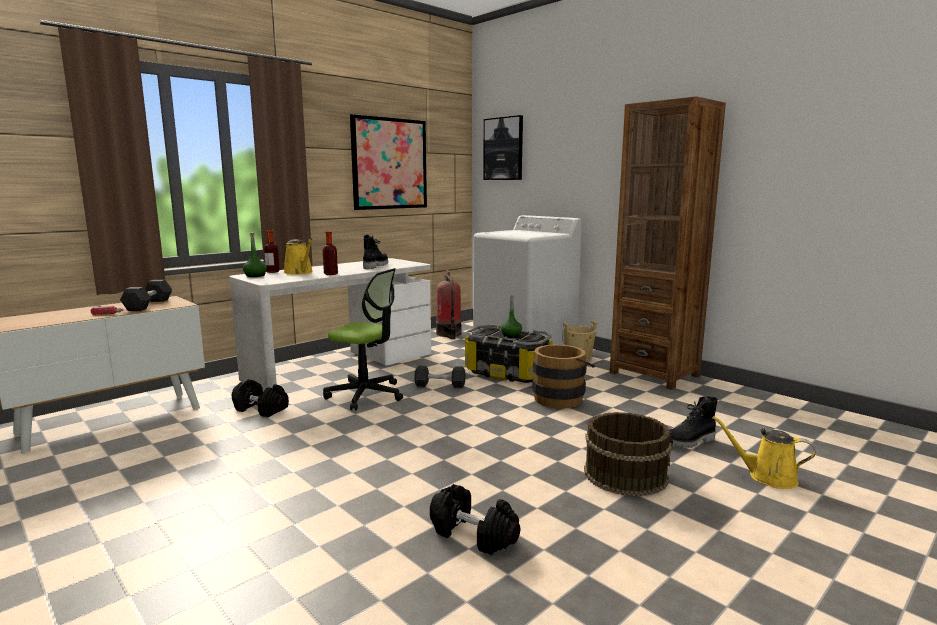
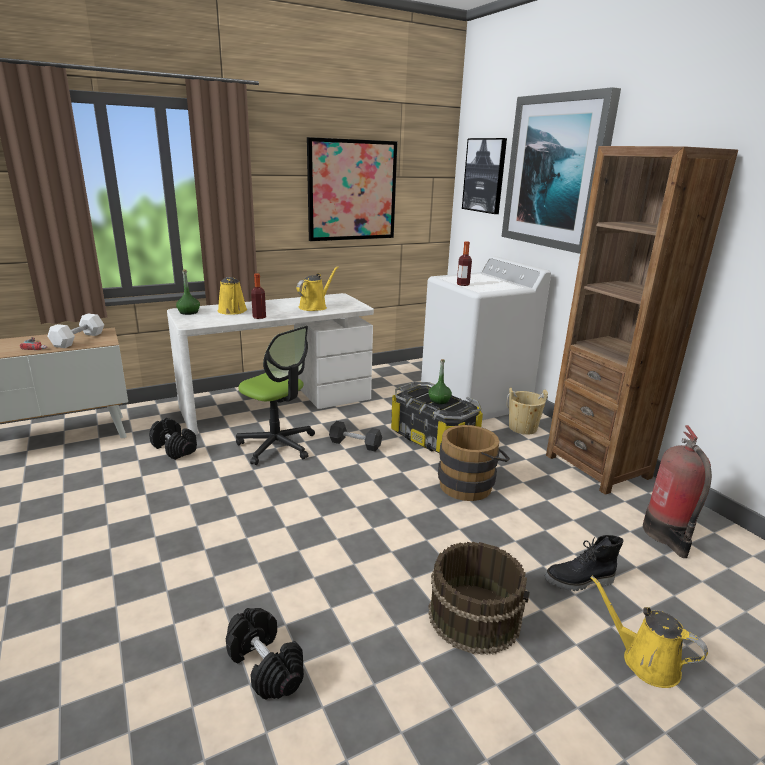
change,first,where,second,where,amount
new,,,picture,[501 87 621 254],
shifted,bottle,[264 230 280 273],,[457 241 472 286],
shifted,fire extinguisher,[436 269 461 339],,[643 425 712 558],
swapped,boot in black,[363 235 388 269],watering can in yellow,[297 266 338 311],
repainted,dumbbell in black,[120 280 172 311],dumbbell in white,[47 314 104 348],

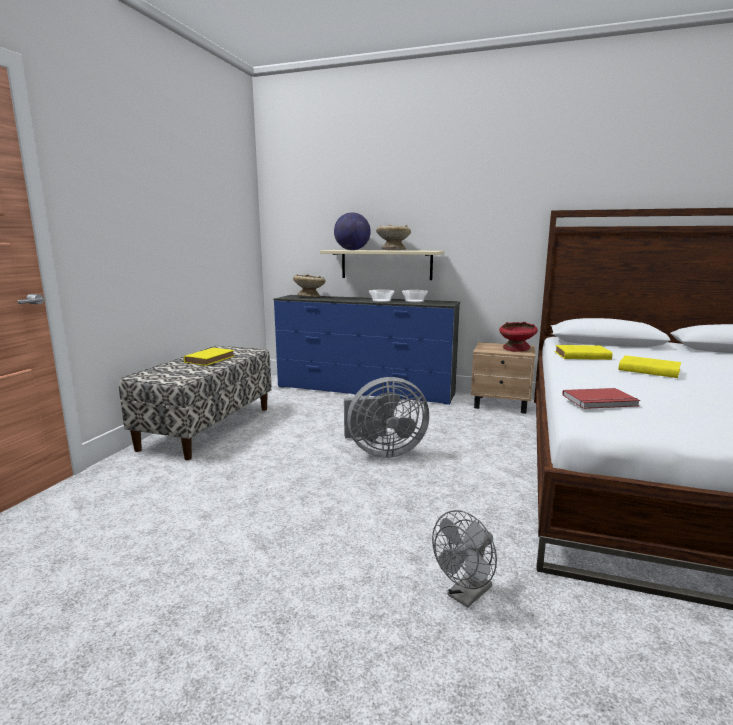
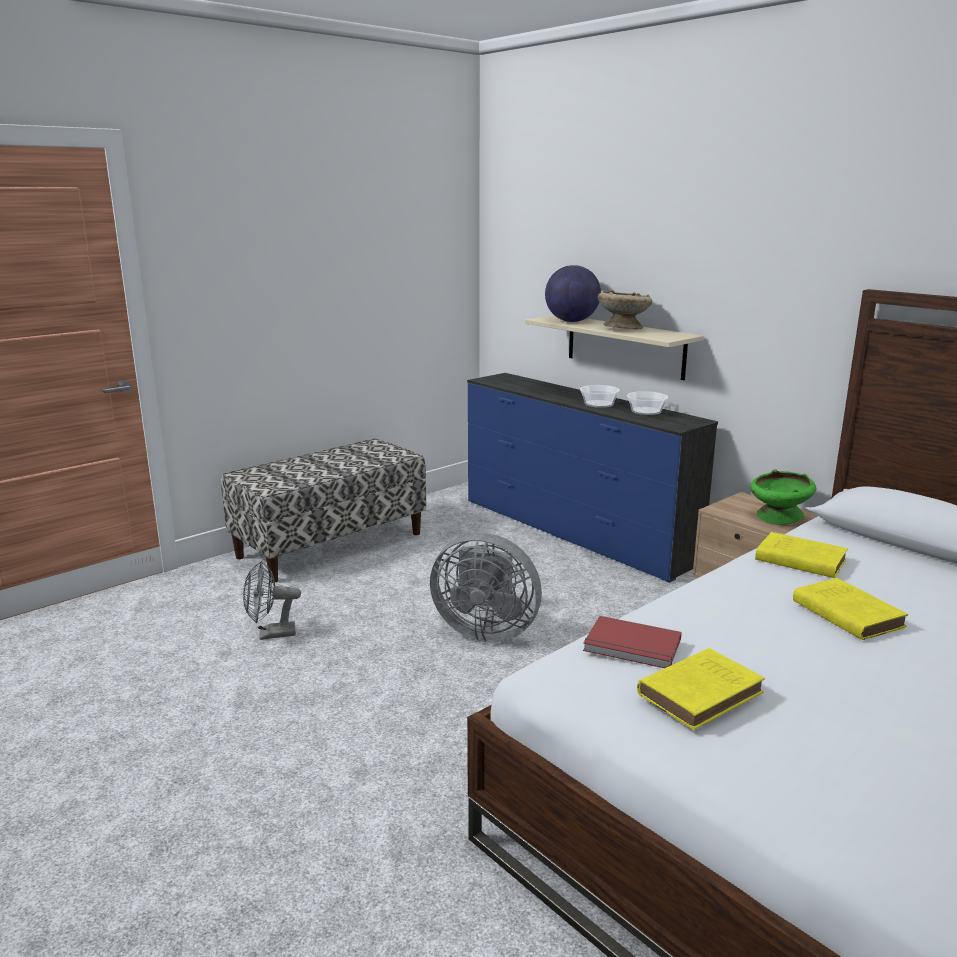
change,first,where,second,where,amount
gone,bowl in beige,[293 274 326 297],,,
shifted,book in yellow,[184 348 234 366],,[637 648 765 730],
shifted,fan in grey,[432 510 497 608],,[243 561 301 640],
repainted,bowl in red,[499 322 538 352],bowl in green,[750 469 816 525],

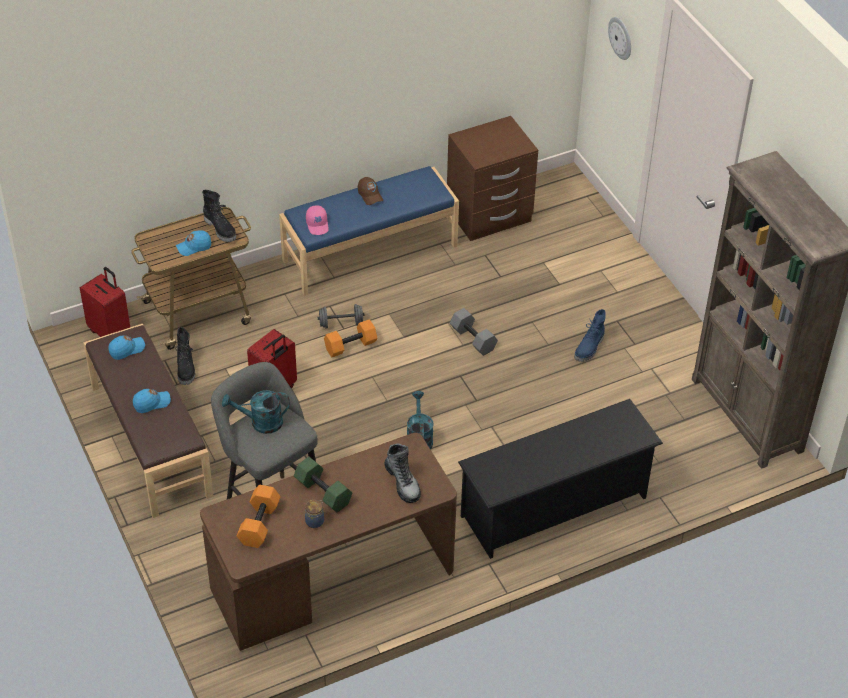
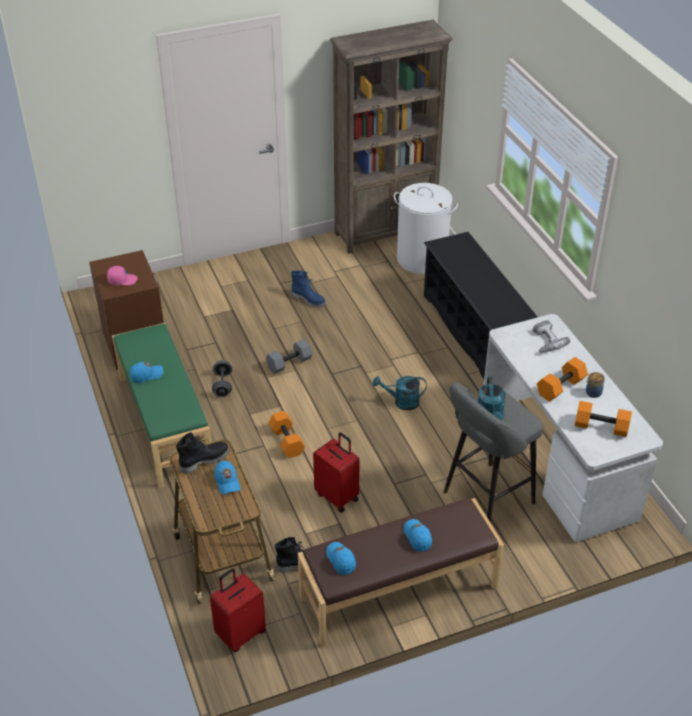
change,first,where,second,where,amount
gone,wall clock,[608 17 631 60],,,
new,,,laundry basket in white,[394 183 458 274],
shifted,cap in pink,[306 205 329 235],,[107 266 138 285],
shifted,dumbbell in grey,[318 304 365 328],,[212 360 232 397],
swapped,boot,[384 443 421 503],power drill,[533 320 570 353],
repainted,desk in brown,[200 433 457 651],desk in white,[483 314 663 542],
repainted,bench in blue,[279 166 459 296],bench in green,[112 323 213 489],
repainted,dumbbell in green,[294 457 352 512],dumbbell in orange,[537 357 588 402],
repainted,cap in brown,[358 177 383 205],cap in blue,[130 362 163 383],

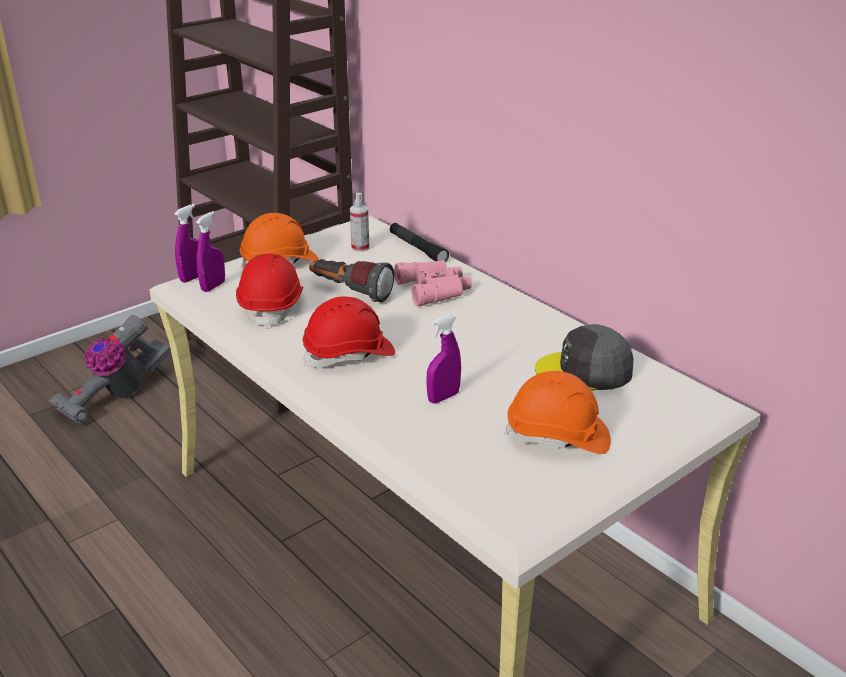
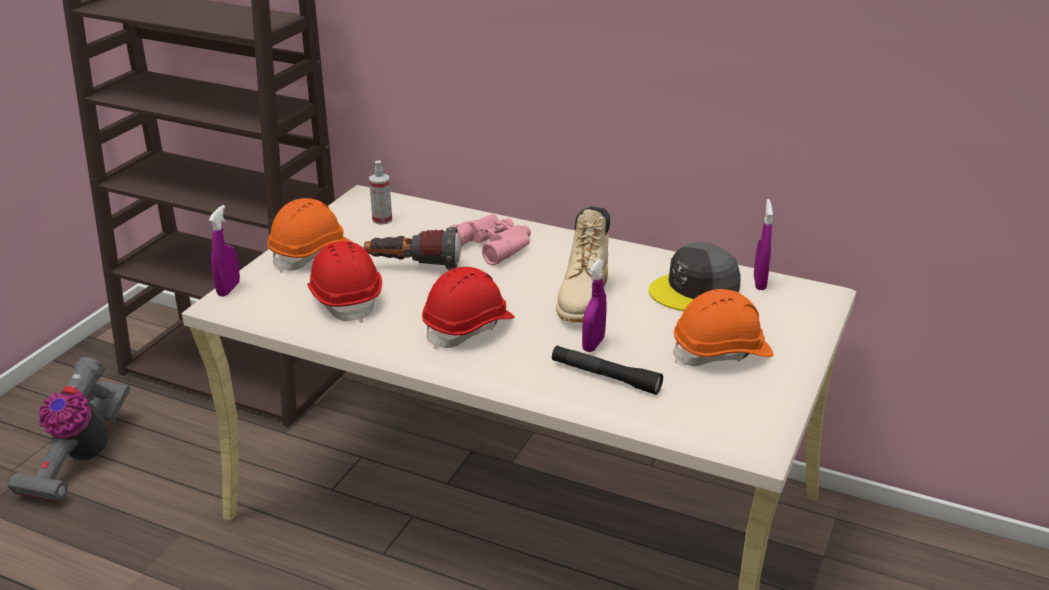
change,first,where,second,where,amount
new,,,boot in beige,[556 206 610 323],
shifted,spray bottle in purple,[196 211 225 292],,[754 199 773 290],
shifted,flashlight in black,[390 223 449 262],,[552 346 663 395],

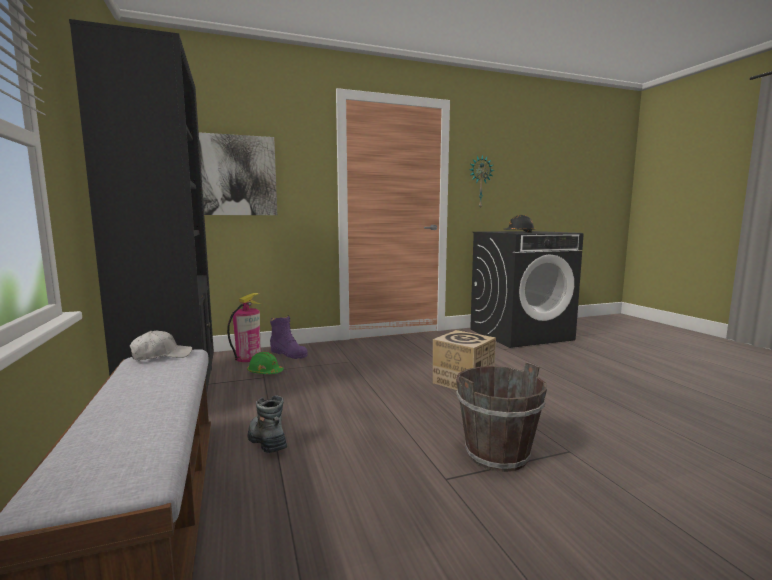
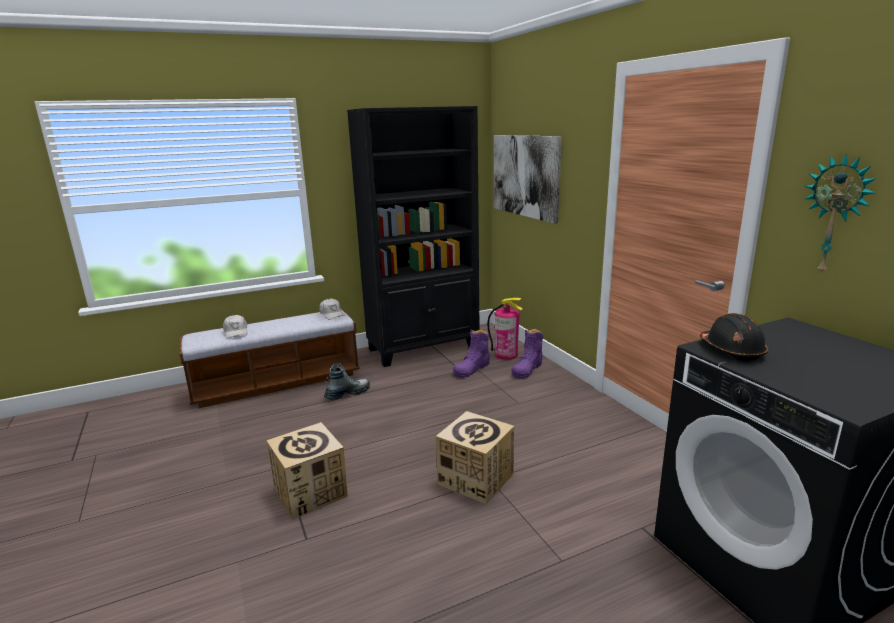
change,first,where,second,where,amount
new,,,cap in white,[223 315 247 338],
swapped,hard hat in green,[247 352 284 374],boot in purple,[453 329 490 378],
swapped,bucket in brown,[456 362 547 472],cardboard box,[266 422 348 520],

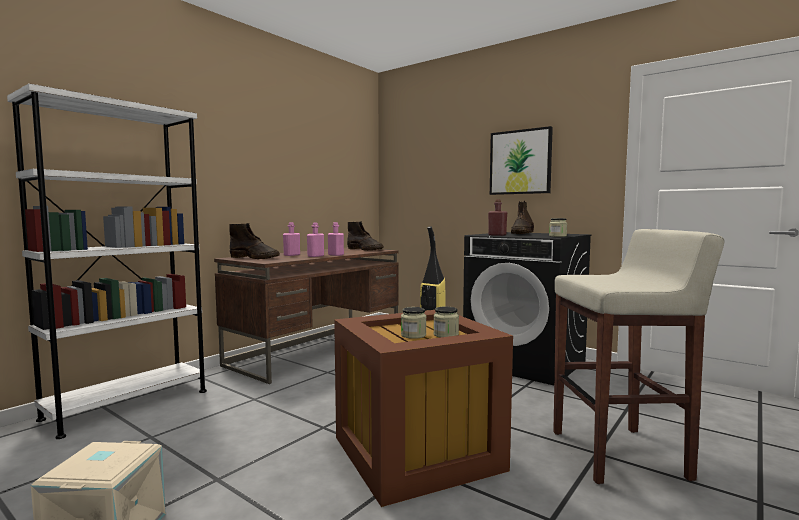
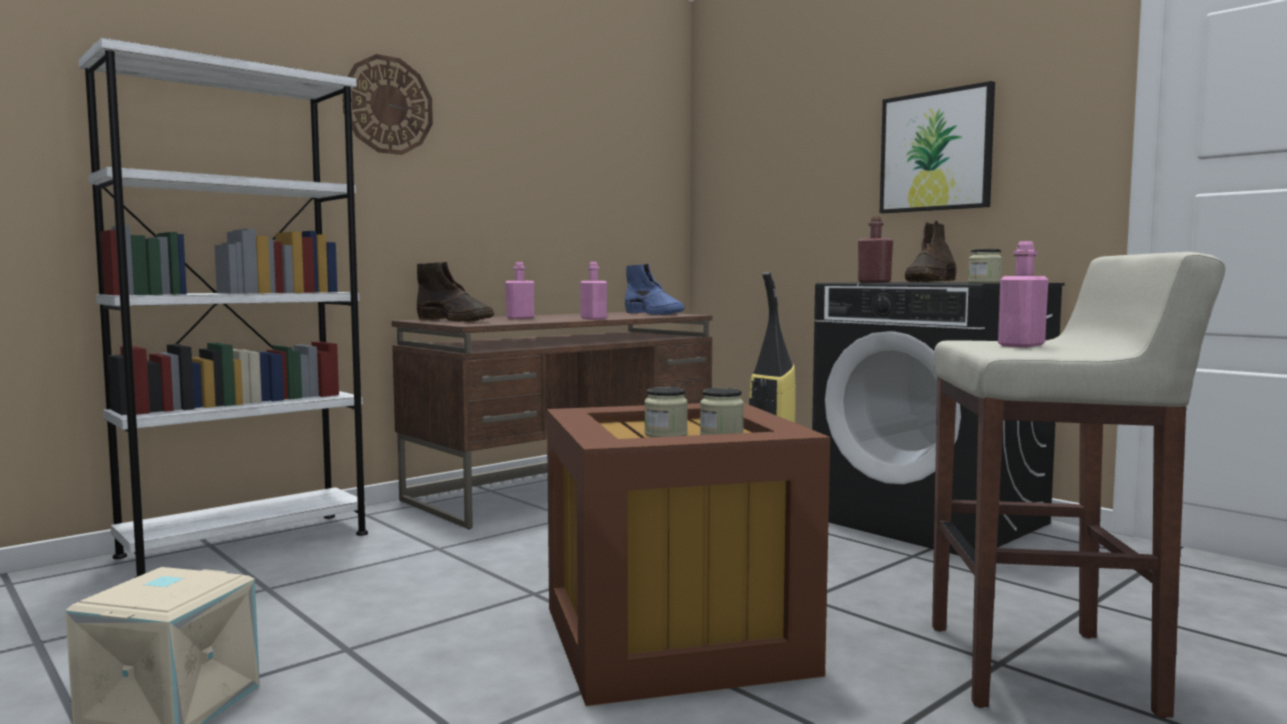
change,first,where,second,where,amount
new,,,wall clock,[343 54 433 155],
shifted,bottle in pink,[307 223 324 257],,[998 241 1048 348],
repainted,boot in brown,[347 221 384 251],boot in blue,[625 263 684 315],

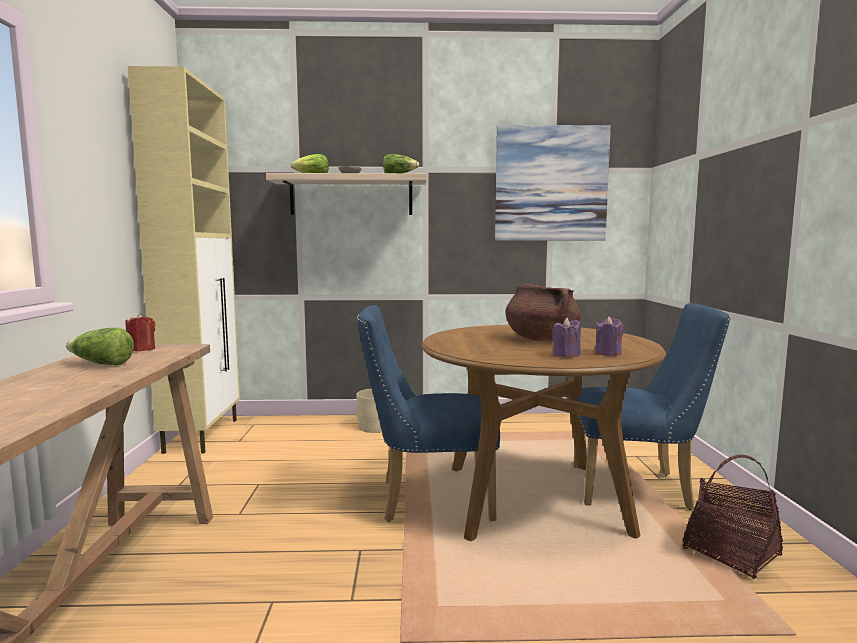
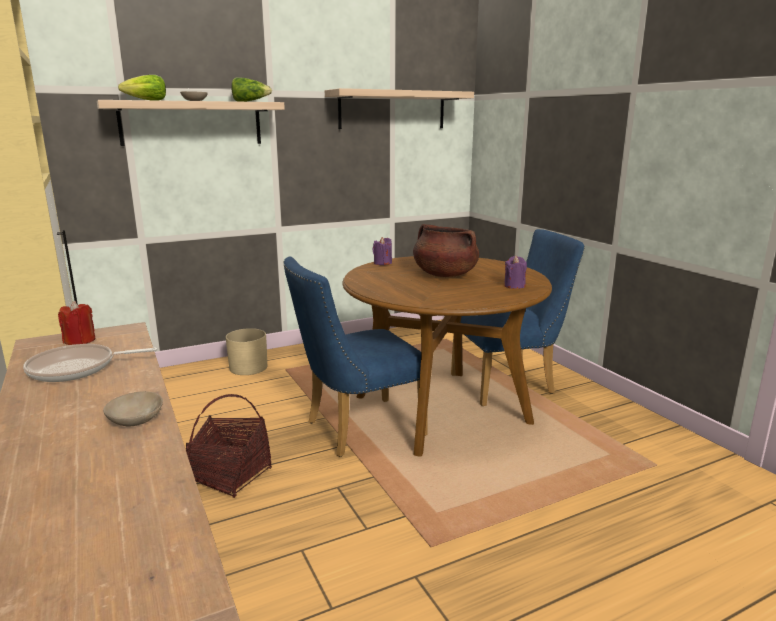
change,first,where,second,where,amount
new,,,bowl in beige,[103 391 163 426],
shifted,candle in purple,[552 318 581 358],,[373 237 392 265],
shifted,basket,[683 455 783 579],,[186 394 272 498],
swapped,lettuce,[66 328 134 366],frying pan,[23 344 157 382],
swapped,picture,[495 125 611 241],shelf,[325 88 474 129],

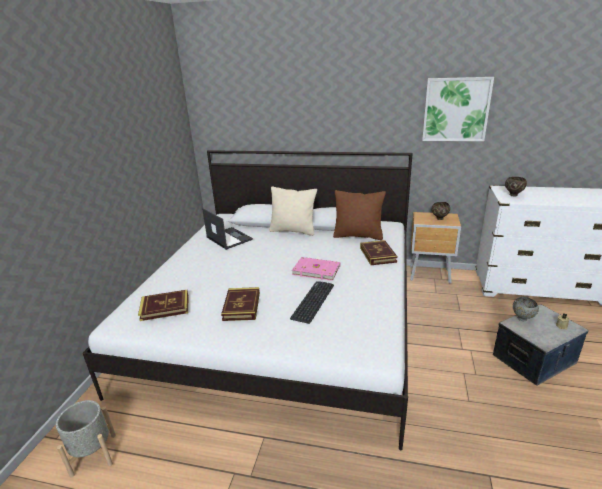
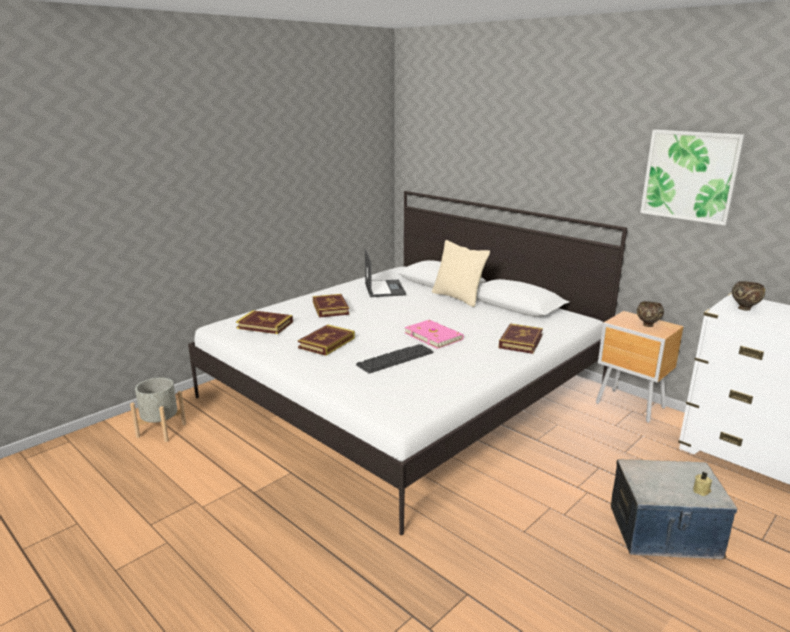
change,first,where,second,where,amount
gone,pillow in brown,[333 190 386 240],,,
gone,bowl in grey,[513 297 539 321],,,
new,,,book,[313 294 349 317],

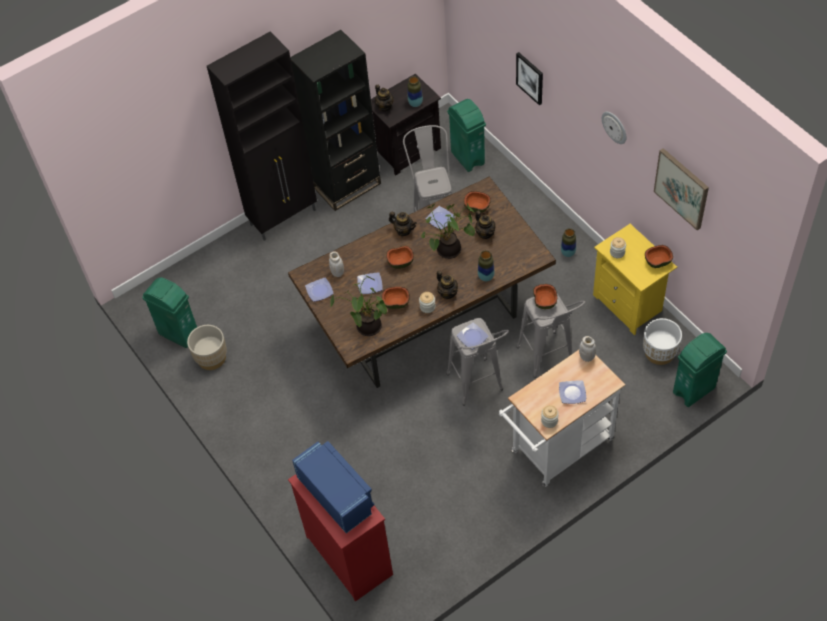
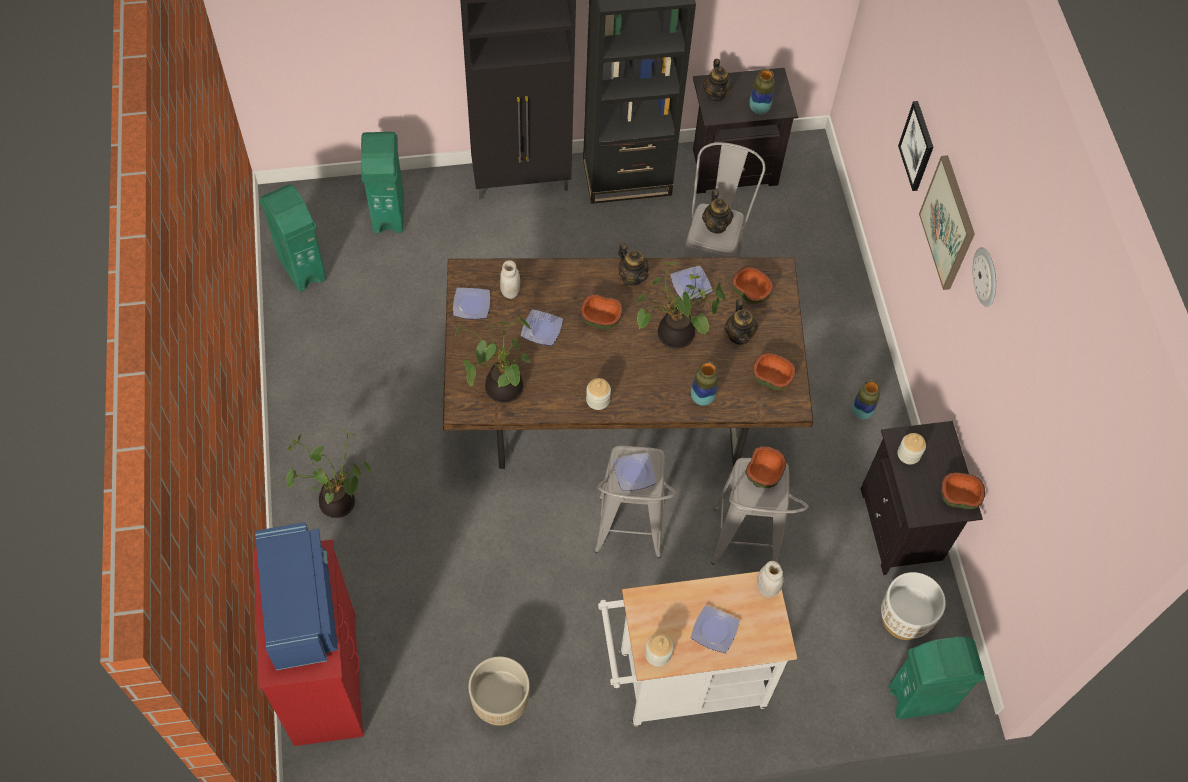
change,first,where,second,where,amount
new,,,potted plant,[287 430 372 518],
shifted,planter in beige,[187 325 227 370],,[468 656 529 726],
shifted,bowl,[382 287 409 309],,[753 352 796 391],
shifted,teapot,[437 270 458 299],,[702 189 734 234],
shifted,trash can in green,[447 99 486 172],,[361 132 404 234],
shifted,picture,[654 148 709 230],,[919 155 975 290],
repainted,nightstand in yellow,[593 224 677 335],nightstand in black,[860 421 983 575],

